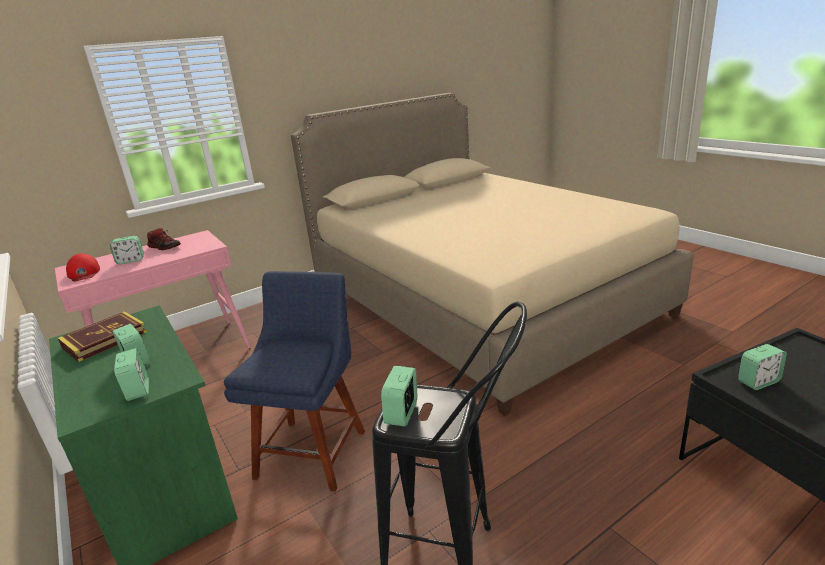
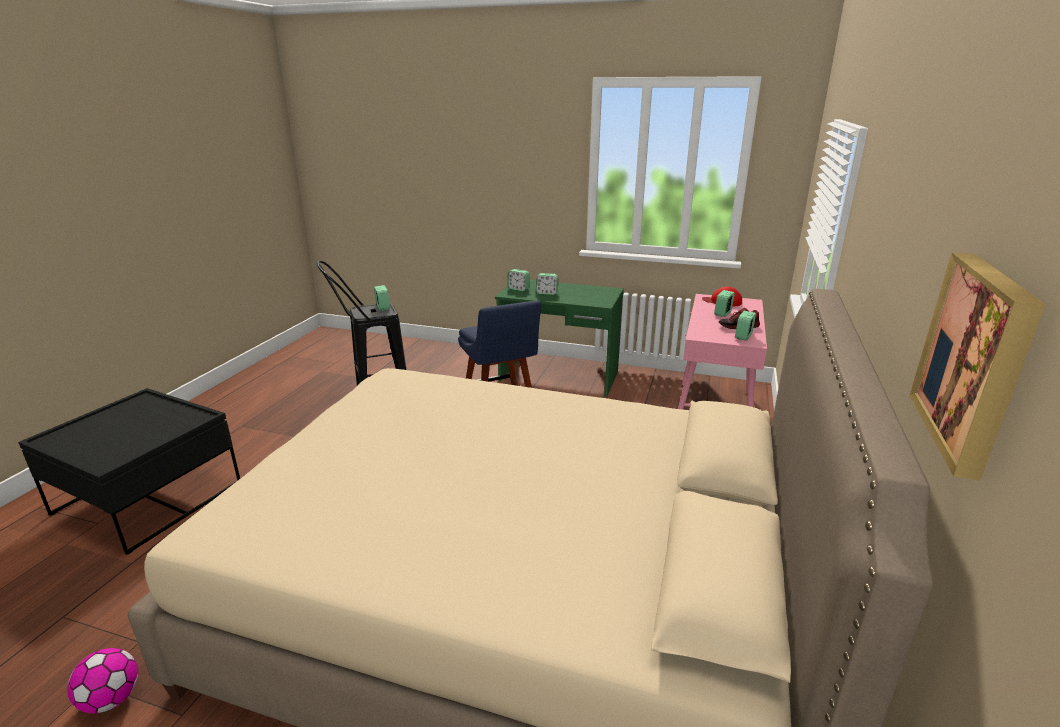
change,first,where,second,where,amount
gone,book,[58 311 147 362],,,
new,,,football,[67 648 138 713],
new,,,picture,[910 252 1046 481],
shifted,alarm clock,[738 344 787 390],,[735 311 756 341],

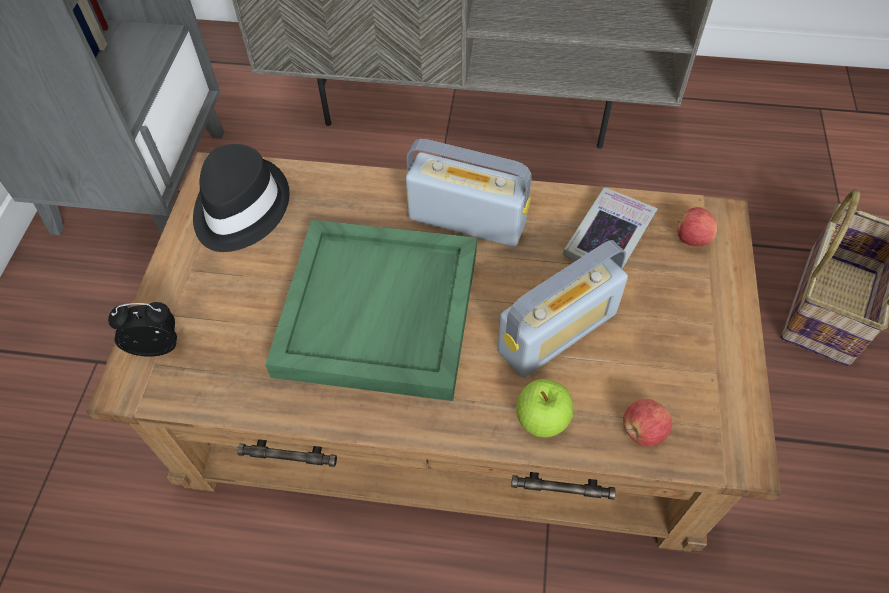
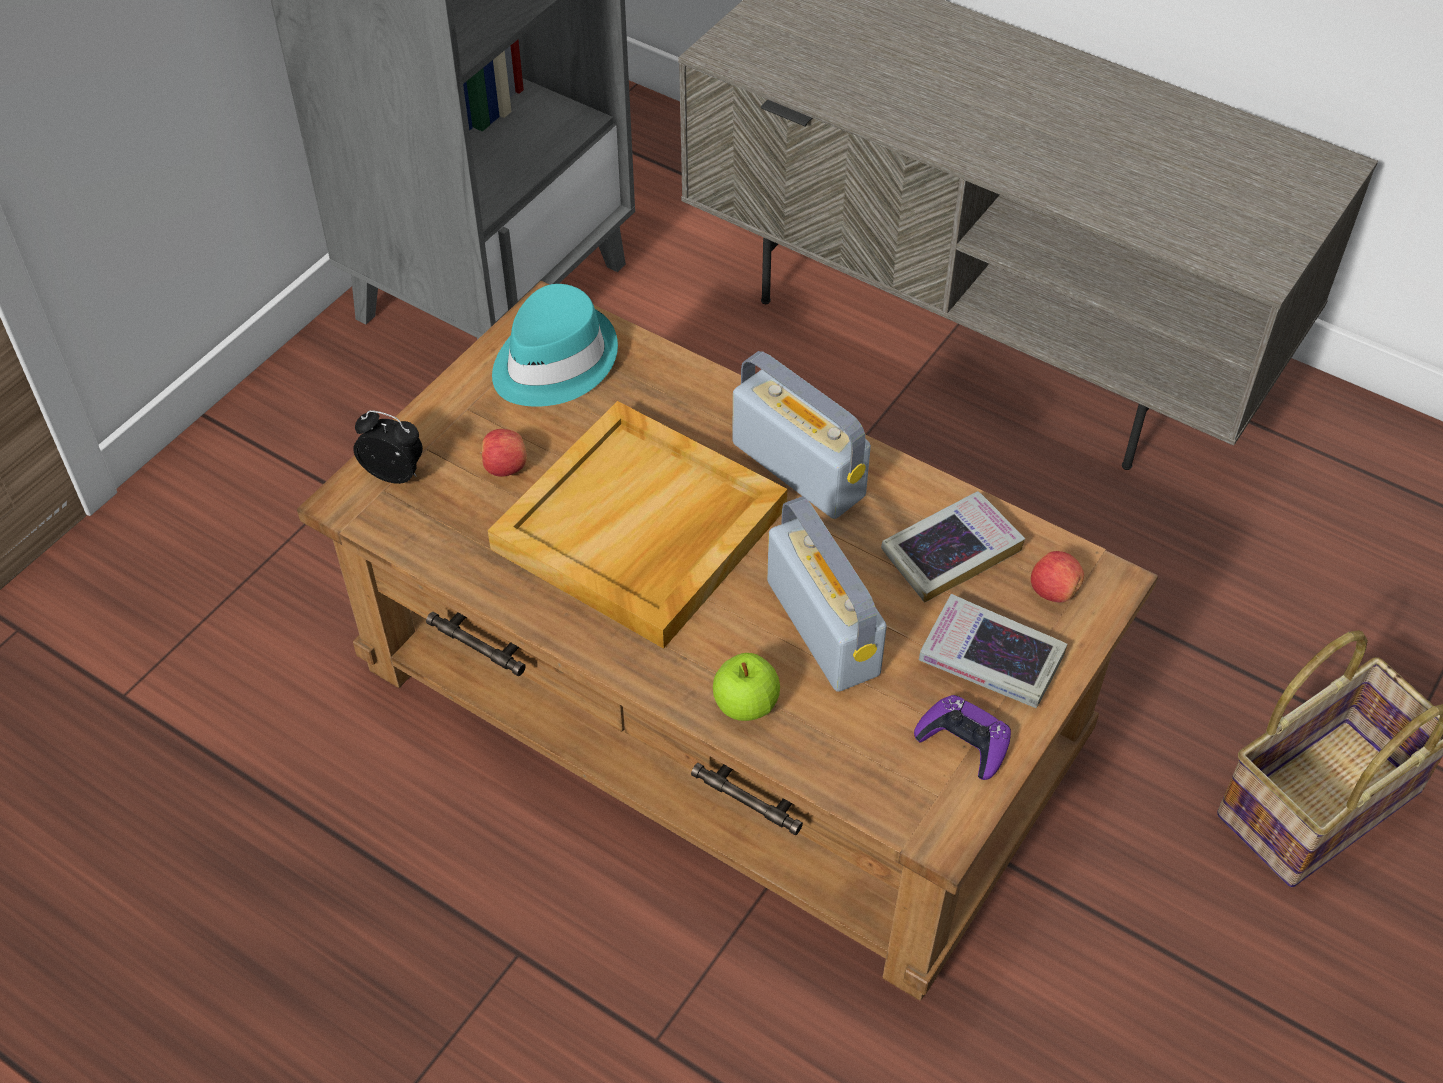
change,first,where,second,where,amount
new,,,game controller in purple,[914 695 1011 780],
new,,,book,[919 594 1068 708],
shifted,apple,[623 399 673 446],,[480 429 527 477],
repainted,hat in black,[193 144 289 252],hat in turquoise,[492 284 618 407],
repainted,tray in green,[265 220 477 401],tray in beige,[488 401 787 649],
rotated,radio,[498 240 628 377],,[767 496 887 692],105 degrees counterclockwise

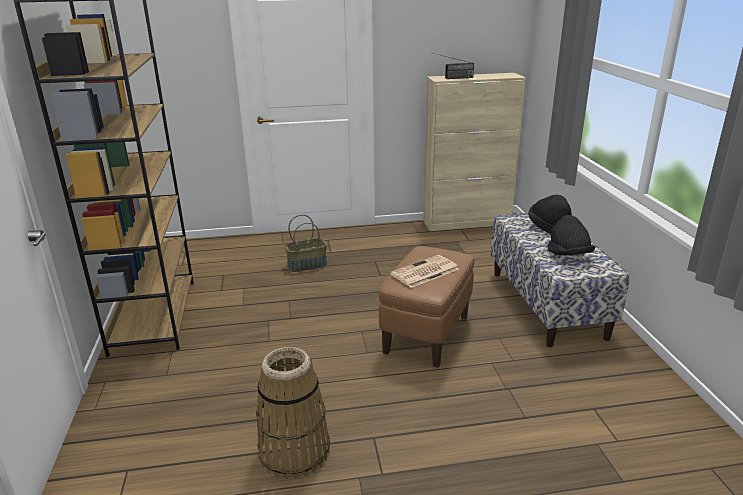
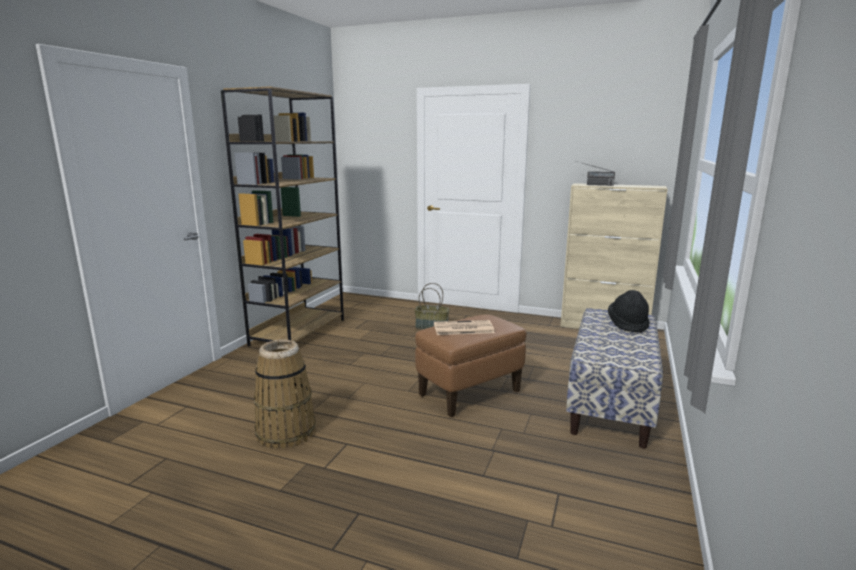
change,first,where,second,where,amount
gone,hat in black,[547 215 595 256],,,

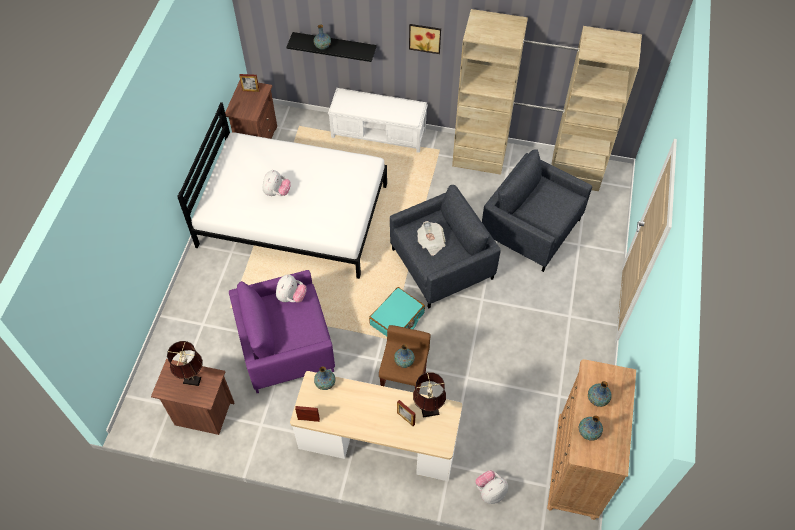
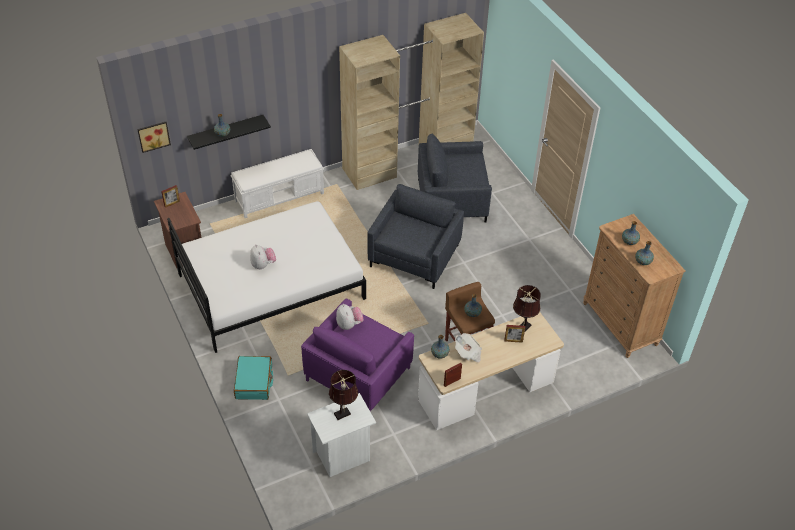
change,first,where,second,where,amount
gone,plush toy,[475 471 508 504],,,
shifted,suitcase in turquoise,[369 287 425 336],,[234 356 273 400],
shifted,picture,[409 24 441 54],,[137 122 171 153],
shifted,newspaper,[417 221 446 256],,[455 333 482 363],
repainted,nightstand in brown,[151 359 234 435],nightstand in white,[307 393 376 477],

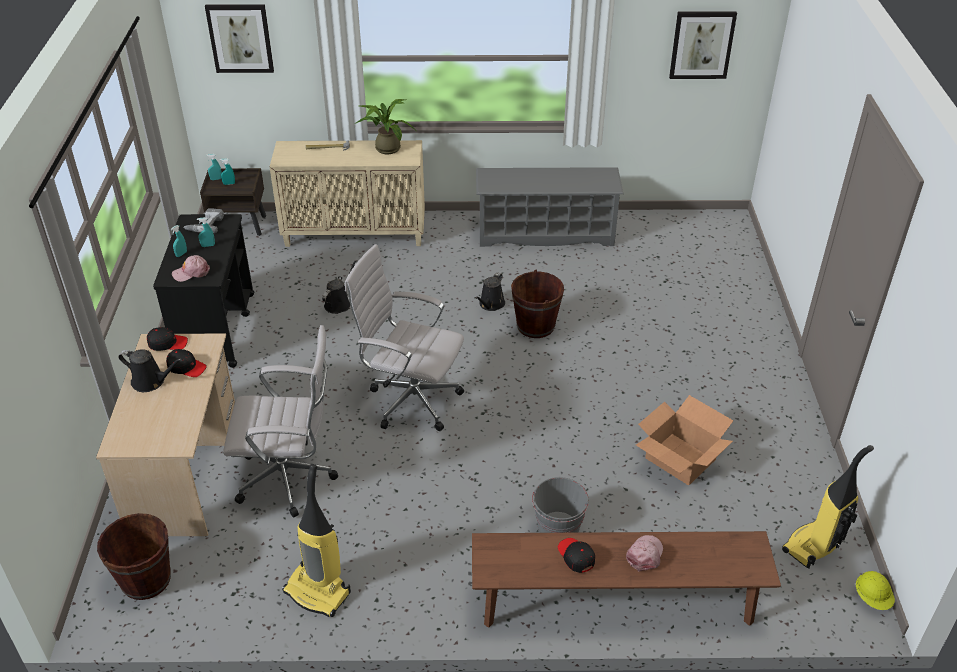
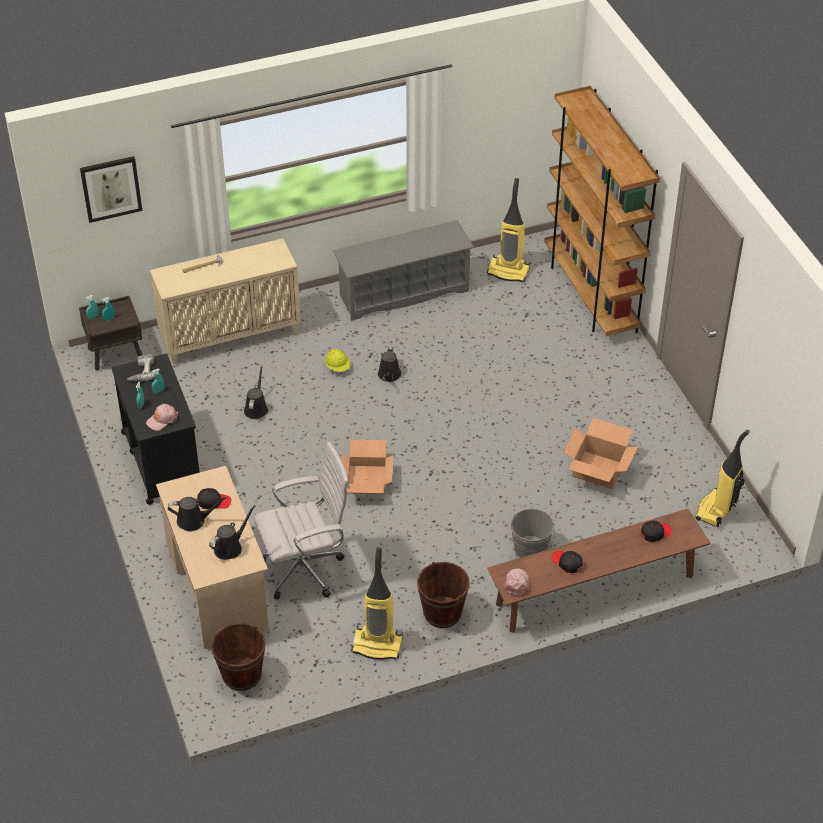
change,first,where,second,where,amount
gone,potted plant,[356 99 415 154],,,
gone,picture,[669 11 737 79],,,
new,,,watering can in black,[209 505 256 560],
new,,,vacuum cleaner,[487 178 530 282],
new,,,bookcase in brown,[544 86 660 336],
shifted,cap in black,[147 327 188 351],,[641 521 672 542],
shifted,bucket in brown,[511 270 564 338],,[417 562 469 628],
shifted,cap in pink,[626 535 663 571],,[504 568 530 597],
shifted,hard hat in yellow,[856 571 895 610],,[325 349 350 372],
swapped,office chair in white,[345 244 464 431],cardboard box,[341 440 393 494],

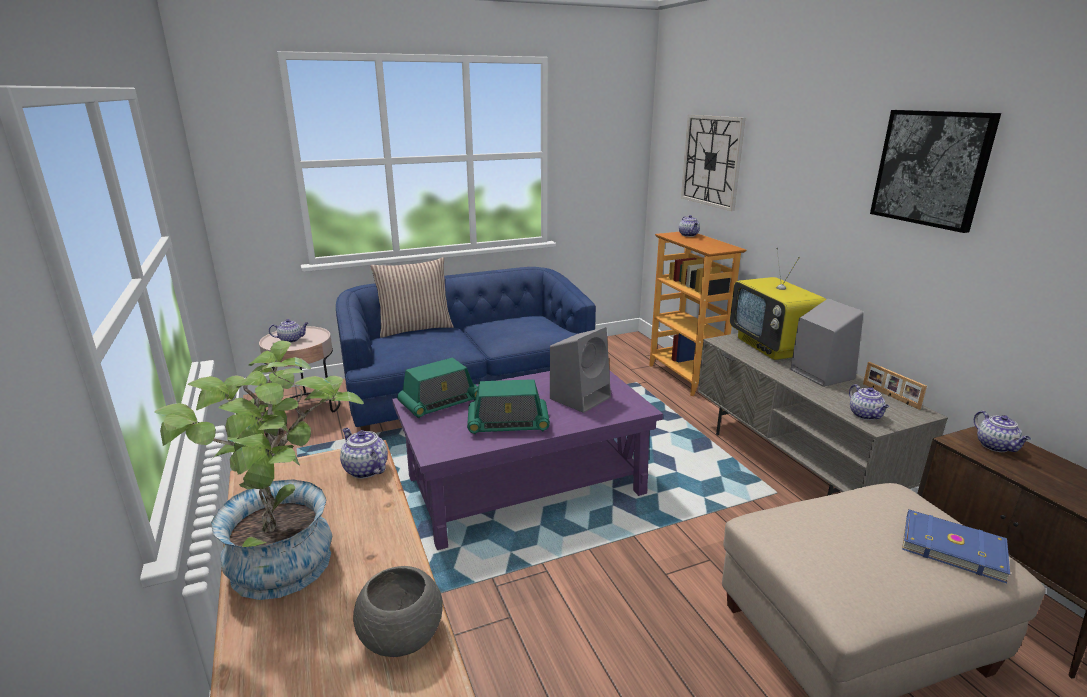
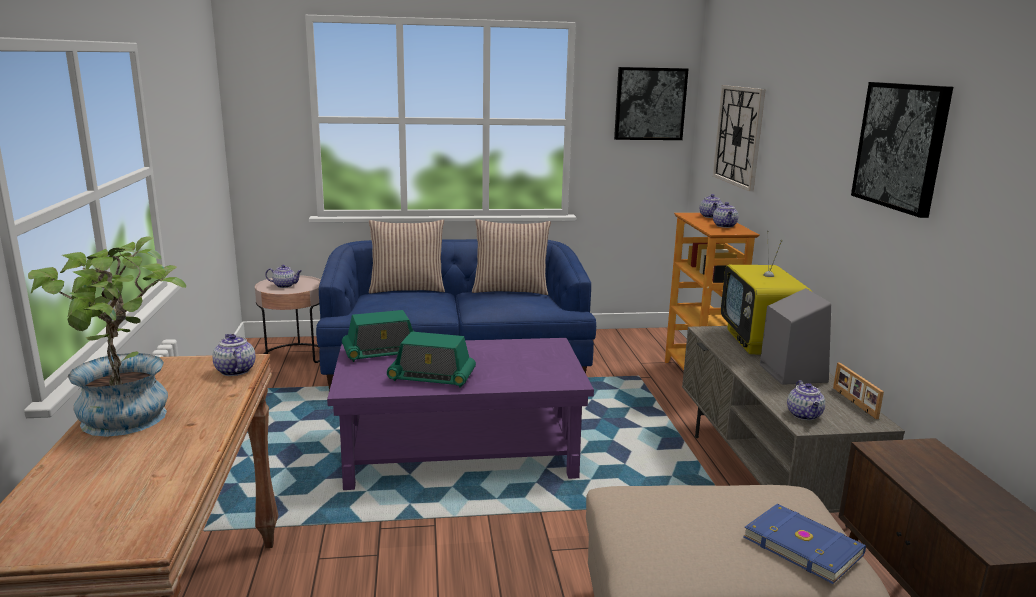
change,first,where,second,where,amount
gone,bowl in grey,[353 566 443 657],,,
gone,speaker in grey,[550 327 611 413],,,
new,,,pillow,[472 219 551 295],
new,,,picture,[614 67 689 140],
shifted,teapot,[974 411 1031 452],,[713 202 738 228],

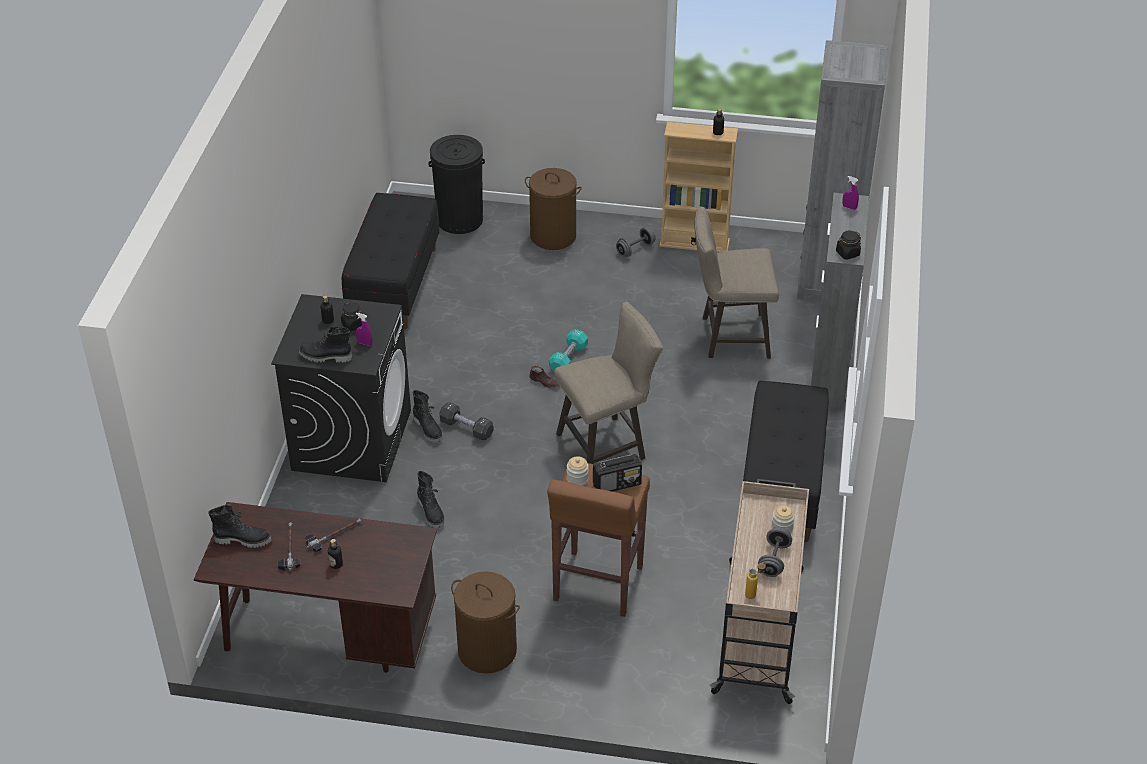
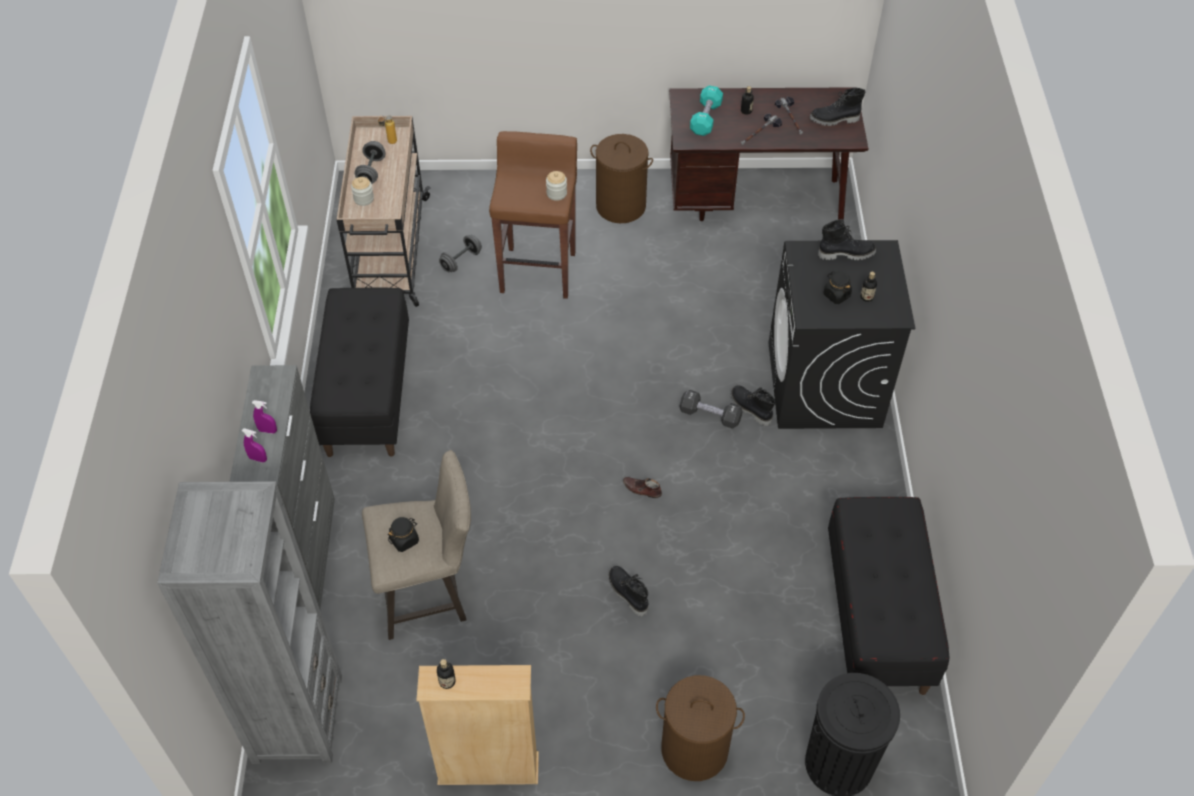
change,first,where,second,where,amount
gone,stool in beige,[554 302 663 464],,,
gone,radio,[593 454 642 492],,,
shifted,spray bottle in purple,[356 313 372 346],,[252 400 277 434],
shifted,boot in black,[417 471 444 529],,[609 566 648 617],
shifted,dumbbell in turquoise,[549 329 588 371],,[690 85 723 136],
shifted,dumbbell in grey,[616 227 656 257],,[439 235 482 272],
shifted,jar in black,[836 230 861 260],,[388 517 419 552],

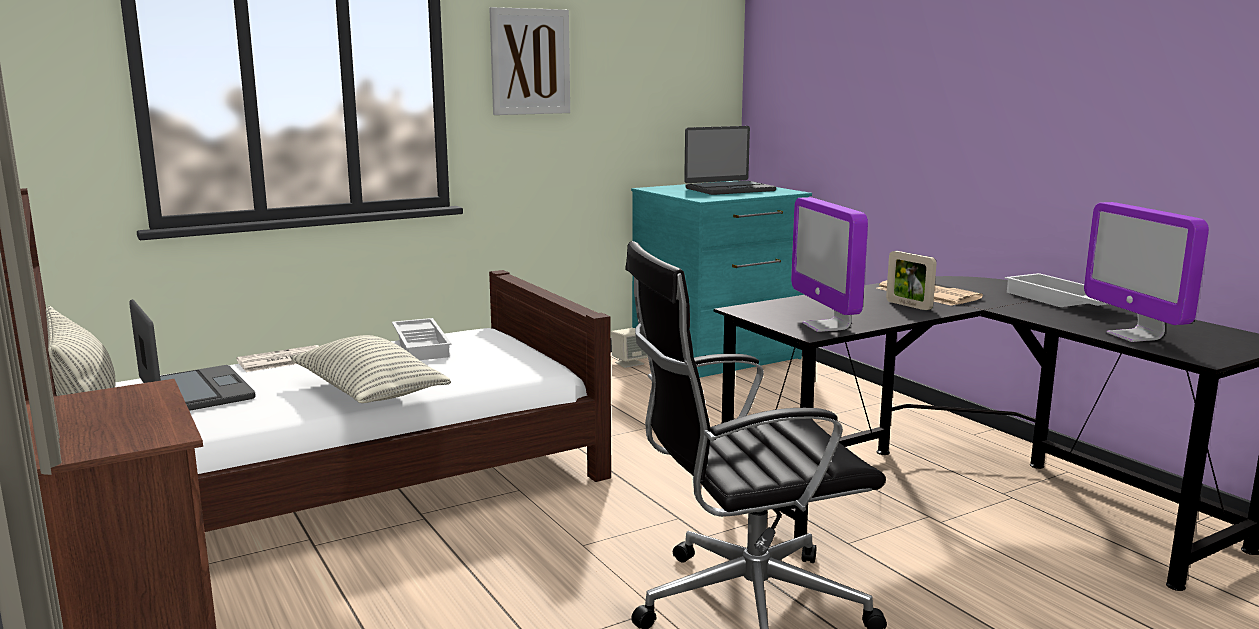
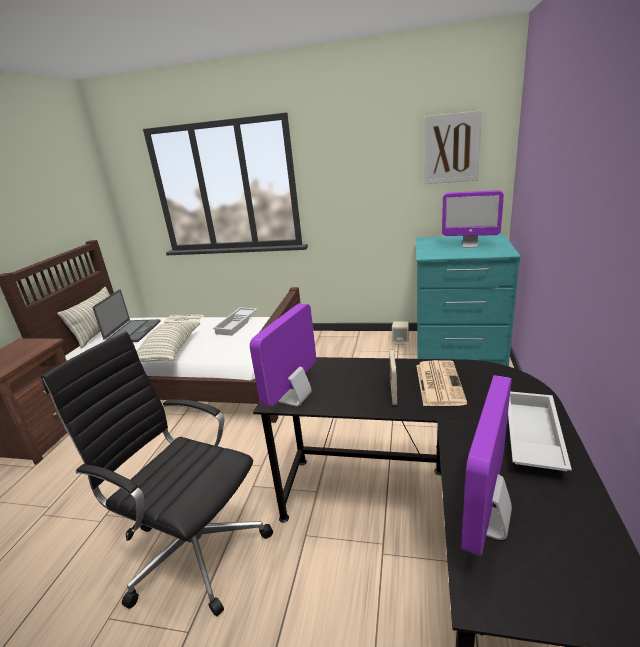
change,first,where,second,where,amount
shifted,picture,[489 7 570 115],,[424 110 482 184],
swapped,laptop,[684 126 776 195],monitor,[442 190 504 248],

